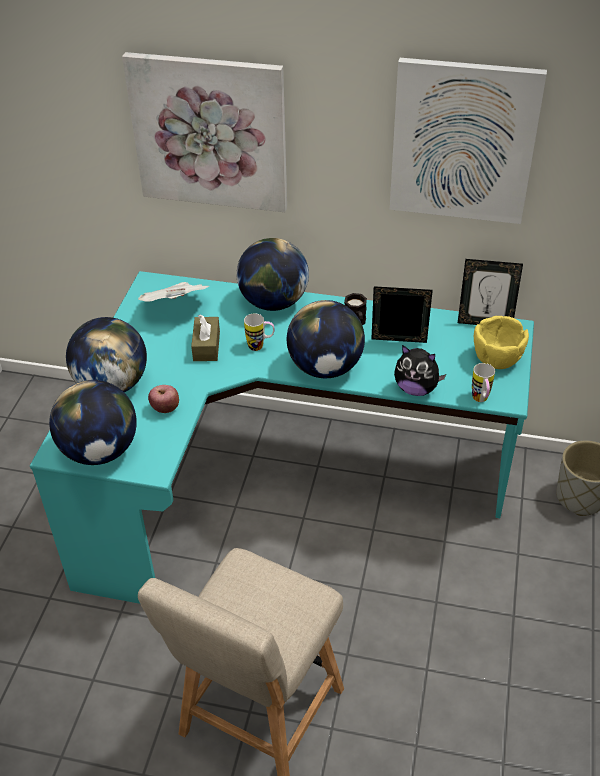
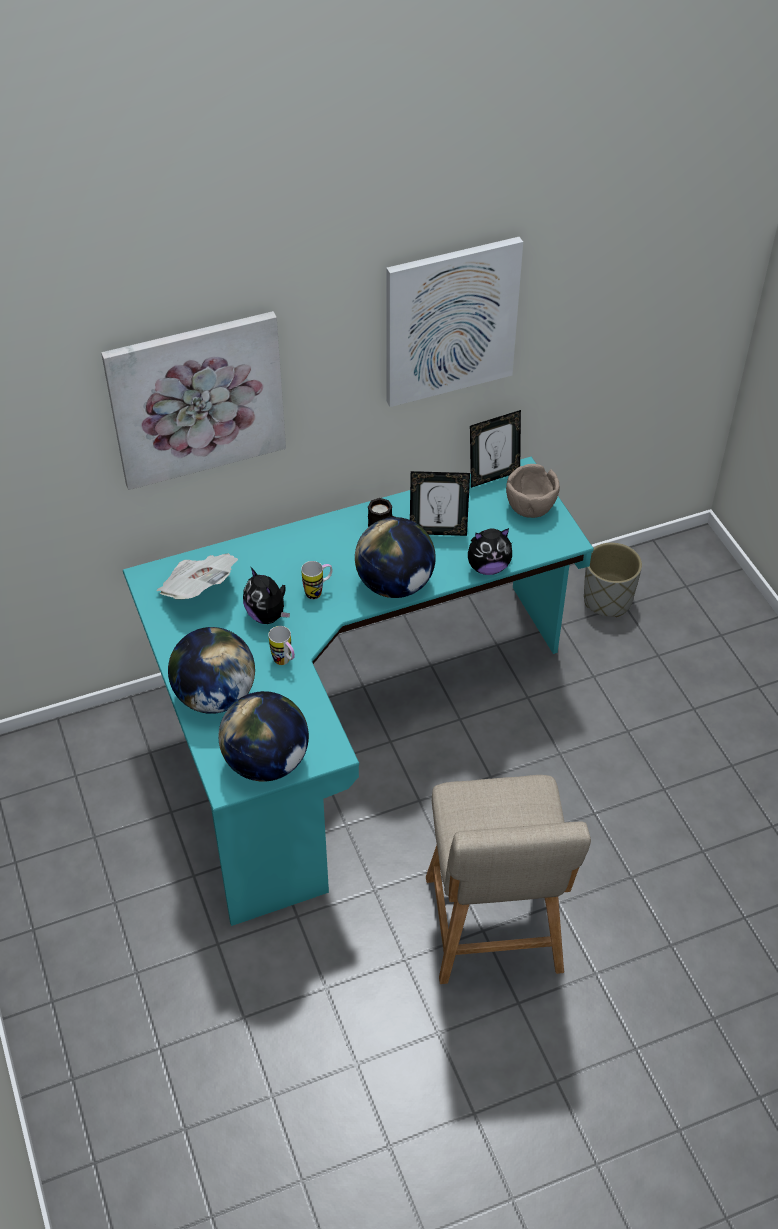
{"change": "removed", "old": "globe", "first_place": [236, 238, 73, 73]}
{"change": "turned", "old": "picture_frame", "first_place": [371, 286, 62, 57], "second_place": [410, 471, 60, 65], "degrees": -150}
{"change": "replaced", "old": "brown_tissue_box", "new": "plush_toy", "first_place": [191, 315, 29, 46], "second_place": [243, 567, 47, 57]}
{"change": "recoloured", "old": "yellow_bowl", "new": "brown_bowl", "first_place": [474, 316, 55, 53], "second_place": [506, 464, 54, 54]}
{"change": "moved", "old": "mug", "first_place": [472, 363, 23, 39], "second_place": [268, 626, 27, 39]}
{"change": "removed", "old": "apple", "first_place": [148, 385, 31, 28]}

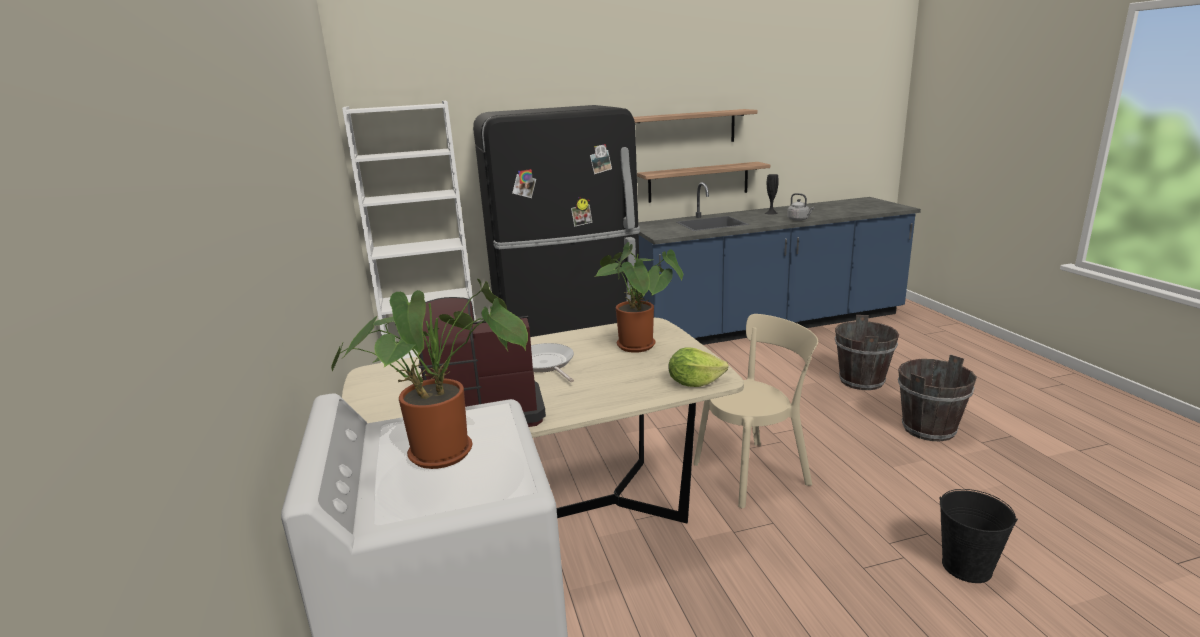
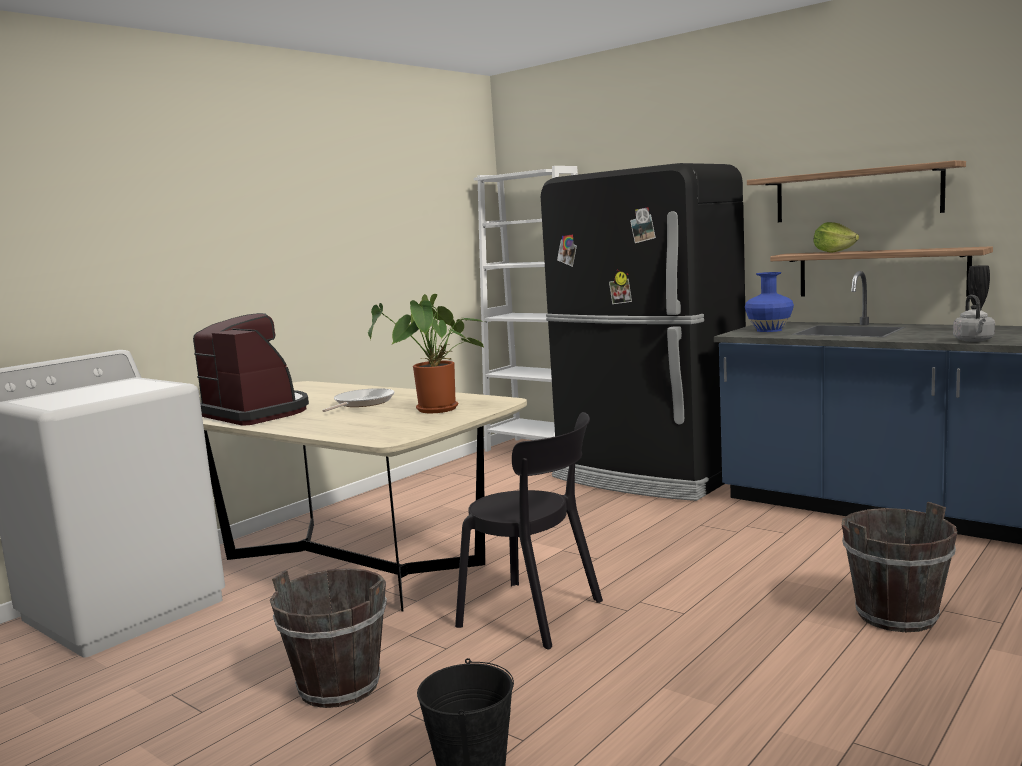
{"change": "removed", "old": "potted_plant", "first_place": [331, 279, 197, 190]}
{"change": "recoloured", "old": "beige_chair", "new": "black_chair", "first_place": [693, 314, 125, 194], "second_place": [455, 412, 148, 237]}
{"change": "moved", "old": "lettuce", "first_place": [668, 347, 61, 40], "second_place": [814, 222, 45, 31]}
{"change": "moved", "old": "brown_bucket", "first_place": [898, 355, 79, 87], "second_place": [270, 568, 117, 140]}
{"change": "added", "new": "blue_vase", "second_place": [745, 272, 49, 60]}

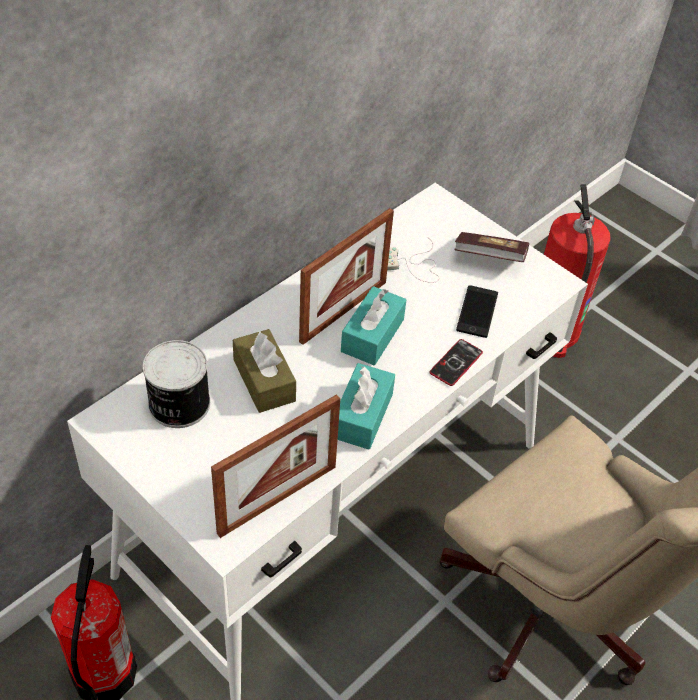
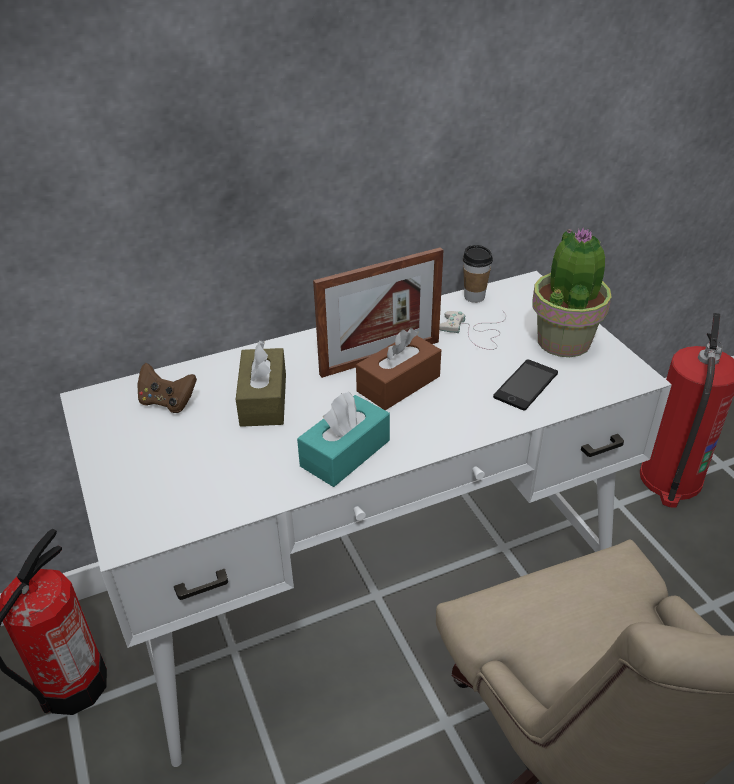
{"change": "replaced", "old": "book", "new": "potted_plant", "first_place": [455, 232, 74, 30], "second_place": [532, 228, 79, 129]}
{"change": "recoloured", "old": "turquoise_tissue_box", "new": "brown_tissue_box", "first_place": [341, 286, 65, 79], "second_place": [356, 328, 85, 82]}
{"change": "removed", "old": "phone", "first_place": [430, 339, 53, 47]}
{"change": "replaced", "old": "can", "new": "brown_game_controller", "first_place": [143, 340, 67, 88], "second_place": [137, 363, 60, 50]}
{"change": "removed", "old": "picture_frame", "first_place": [211, 394, 129, 144]}
{"change": "added", "new": "cup", "second_place": [463, 245, 30, 58]}

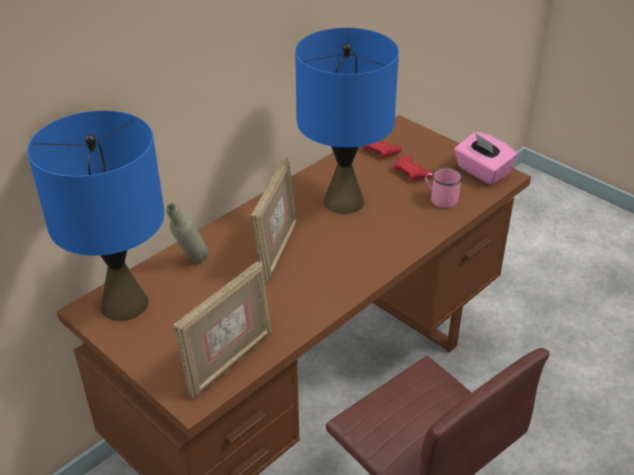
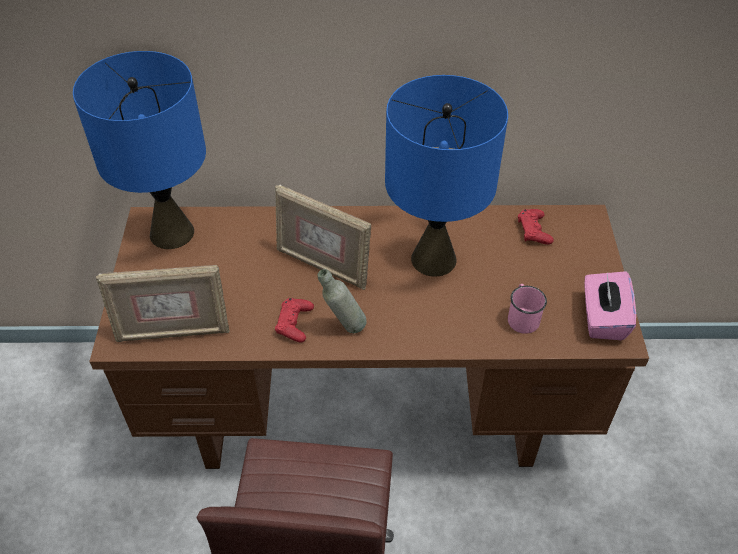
{"change": "moved", "old": "red_game_controller", "first_place": [394, 155, 39, 27], "second_place": [275, 298, 39, 44]}
{"change": "turned", "old": "picture_frame", "first_place": [251, 157, 46, 126], "second_place": [275, 185, 96, 105], "degrees": 60}
{"change": "moved", "old": "grey_bottle", "first_place": [166, 204, 42, 59], "second_place": [318, 269, 49, 64]}

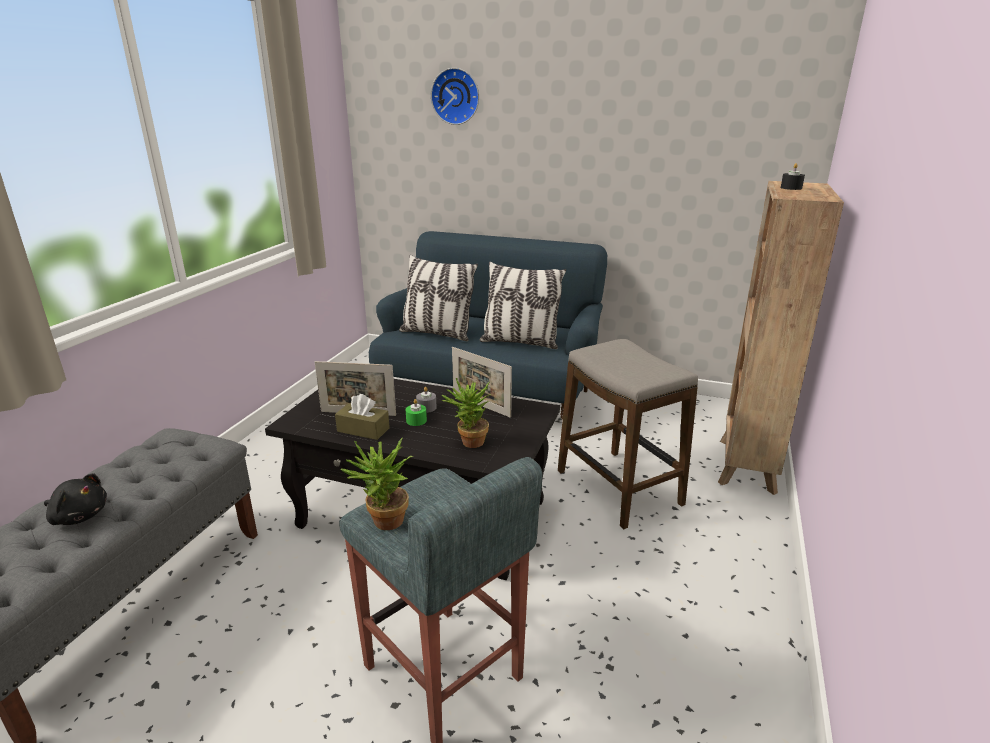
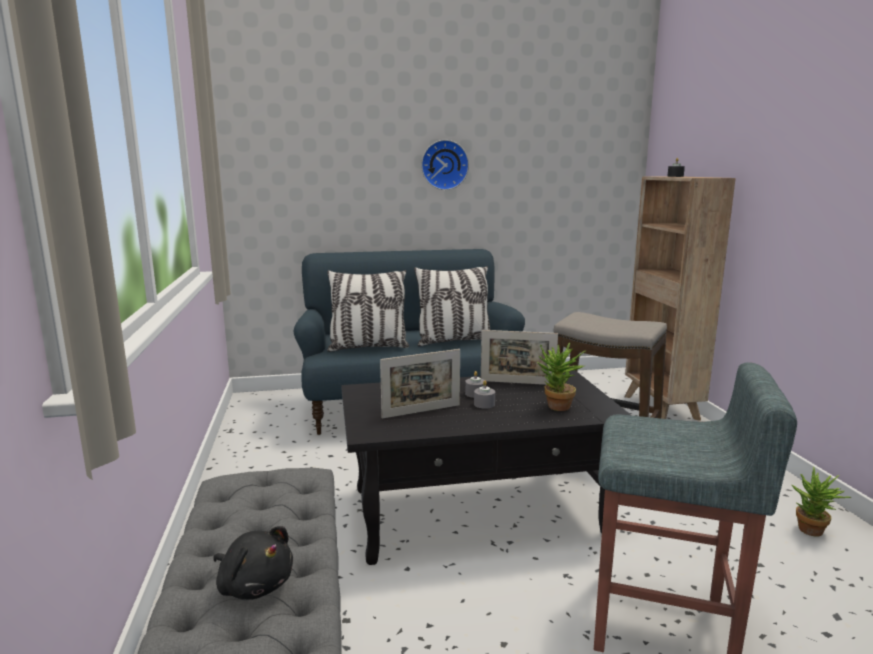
{"change": "moved", "old": "wall_clock", "first_place": [431, 68, 48, 57], "second_place": [421, 140, 48, 50]}
{"change": "removed", "old": "brown_tissue_box", "first_place": [335, 394, 55, 46]}
{"change": "recoloured", "old": "green_candle", "new": "grey_candle", "first_place": [406, 399, 21, 27], "second_place": [474, 381, 21, 28]}
{"change": "moved", "old": "potted_plant", "first_place": [340, 437, 73, 93], "second_place": [792, 467, 60, 70]}
{"change": "turned", "old": "black_plush_toy", "first_place": [44, 473, 63, 52], "second_place": [213, 526, 80, 73], "degrees": 45}

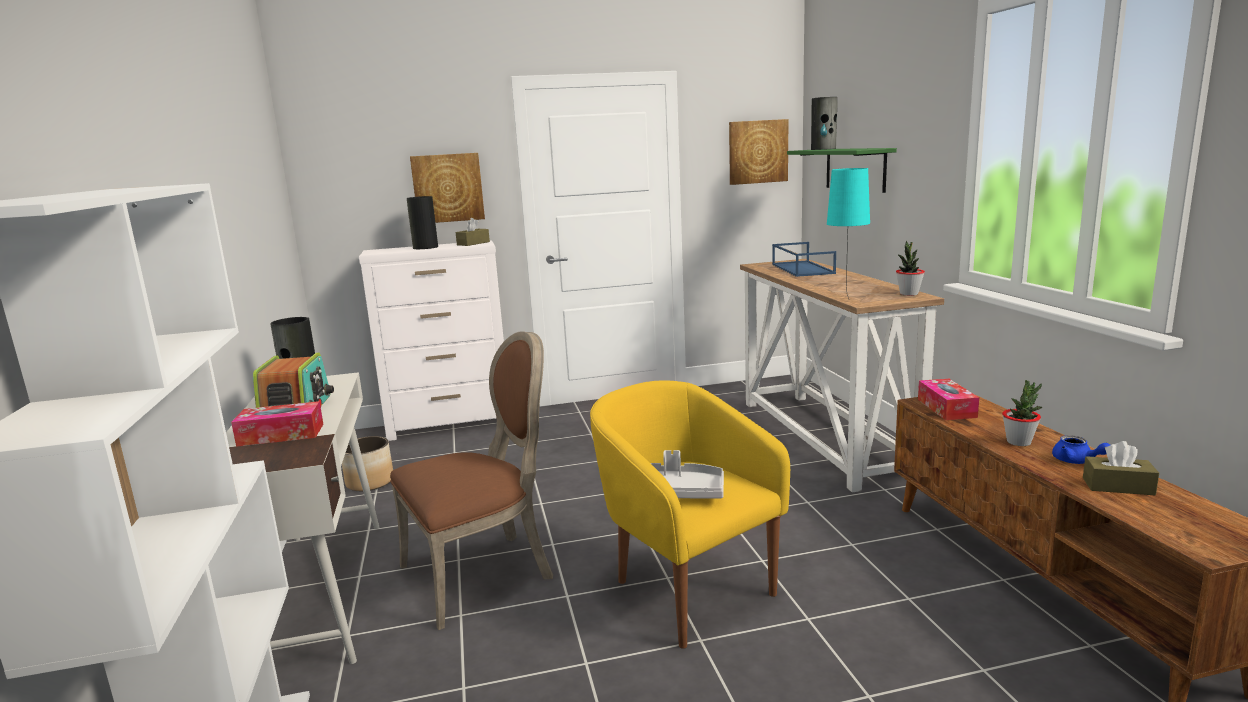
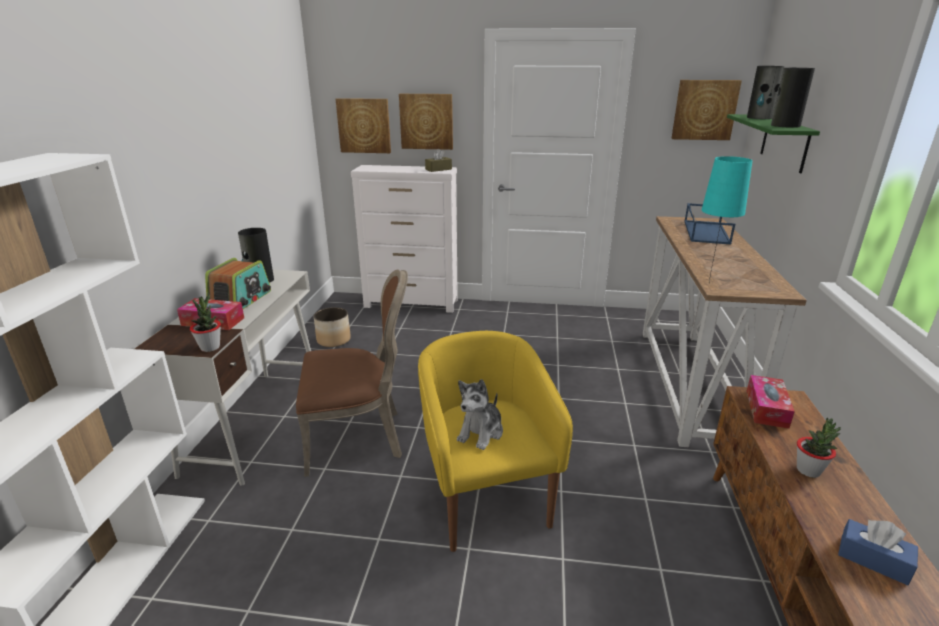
{"change": "moved", "old": "vase", "first_place": [407, 196, 31, 53], "second_place": [771, 68, 44, 60]}
{"change": "moved", "old": "potted_plant", "first_place": [896, 241, 29, 55], "second_place": [190, 293, 31, 59]}
{"change": "removed", "old": "blue_teapot", "first_place": [1052, 435, 58, 29]}
{"change": "recoloured", "old": "brown_tissue_box", "new": "blue_tissue_box", "first_place": [1083, 441, 76, 54], "second_place": [838, 519, 80, 66]}
{"change": "replaced", "old": "grey_tray", "new": "plush_toy", "first_place": [651, 450, 73, 48], "second_place": [457, 379, 46, 71]}
{"change": "added", "new": "picture", "second_place": [336, 98, 55, 55]}

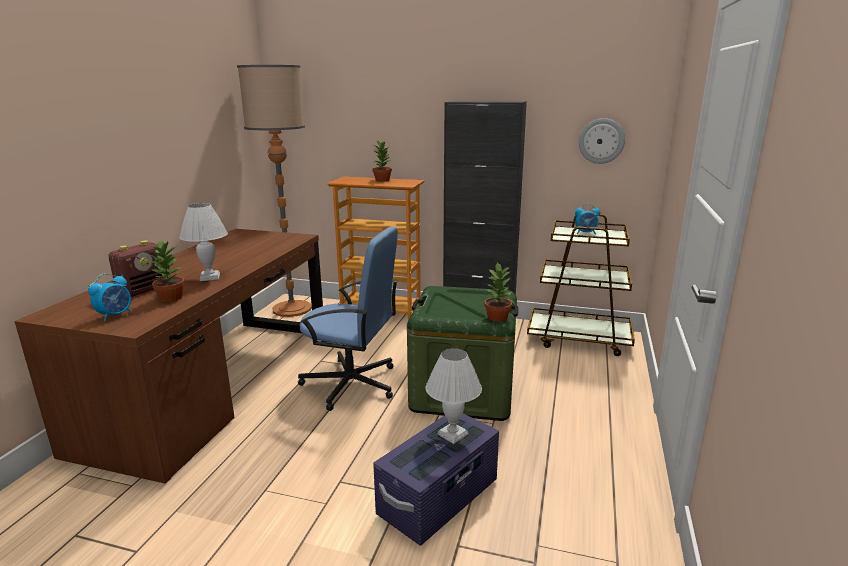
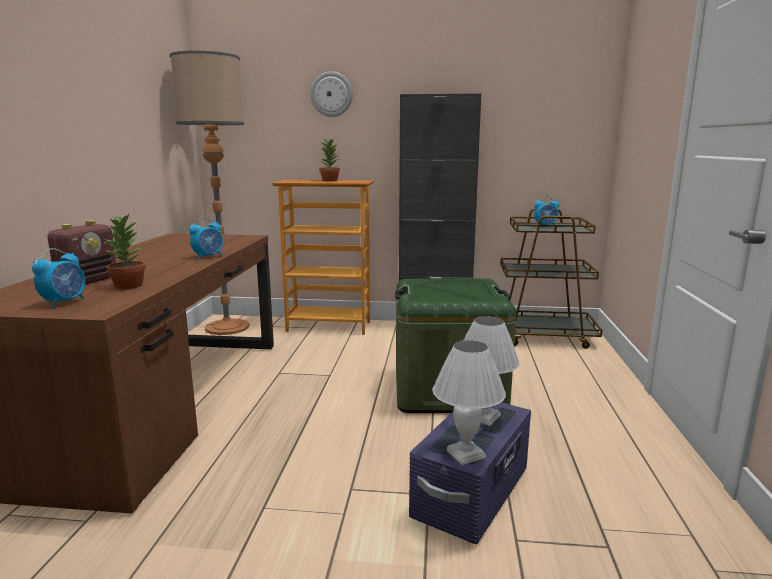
{"change": "moved", "old": "wall_clock", "first_place": [579, 118, 46, 46], "second_place": [310, 71, 43, 46]}
{"change": "moved", "old": "white_table_lamp", "first_place": [179, 203, 49, 78], "second_place": [432, 340, 74, 125]}
{"change": "removed", "old": "blue_office_chair", "first_place": [298, 226, 100, 185]}
{"change": "removed", "old": "potted_plant", "first_place": [484, 262, 28, 60]}
{"change": "added", "new": "alarm_clock", "second_place": [189, 218, 34, 42]}

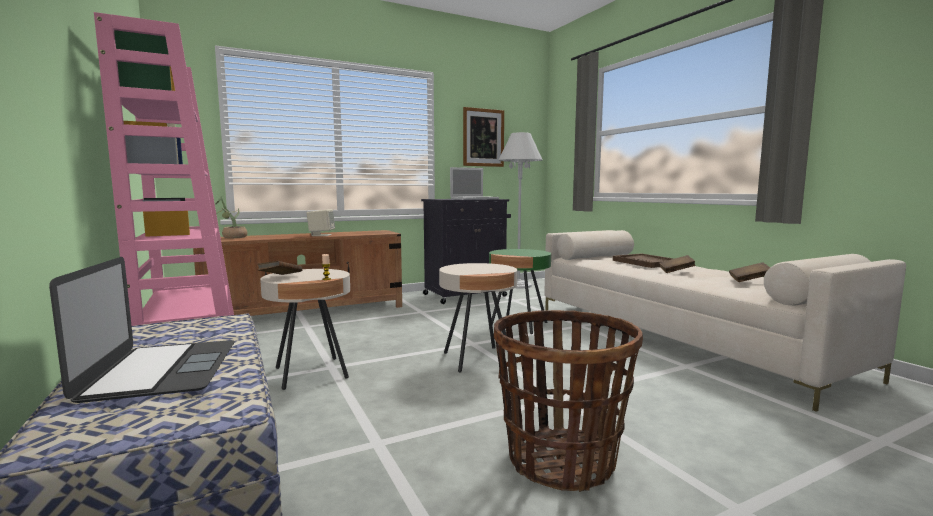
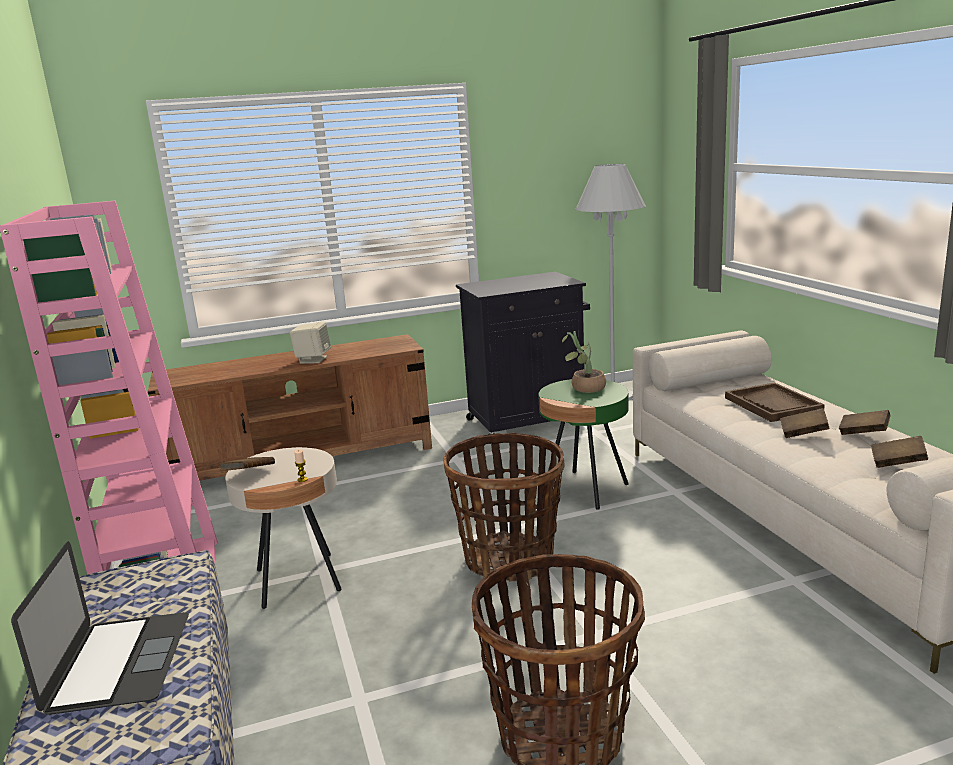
{"change": "removed", "old": "picture", "first_place": [463, 107, 41, 60]}
{"change": "removed", "old": "laptop", "first_place": [450, 167, 49, 32]}
{"change": "moved", "old": "potted_plant", "first_place": [215, 197, 32, 41], "second_place": [562, 331, 44, 62]}
{"change": "replaced", "old": "beige_side_table", "new": "basket", "first_place": [439, 263, 78, 109], "second_place": [443, 433, 122, 149]}
{"change": "added", "new": "brown_book", "second_place": [839, 410, 52, 25]}

